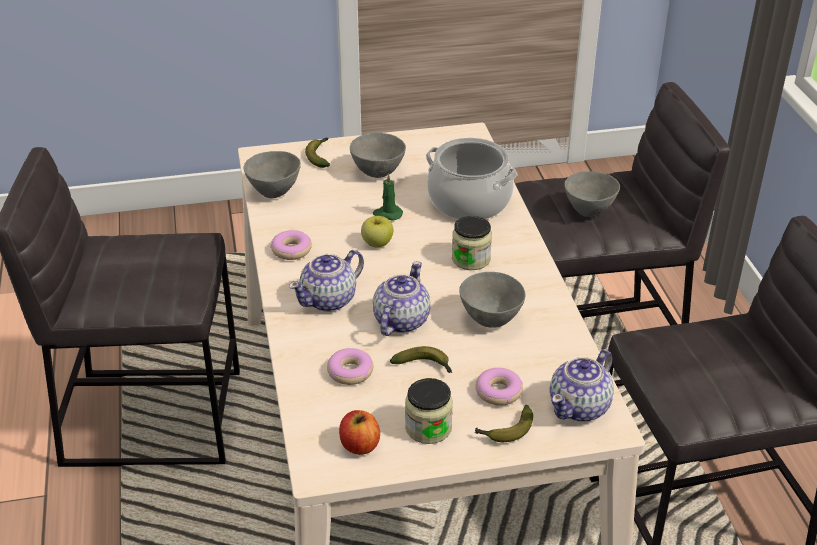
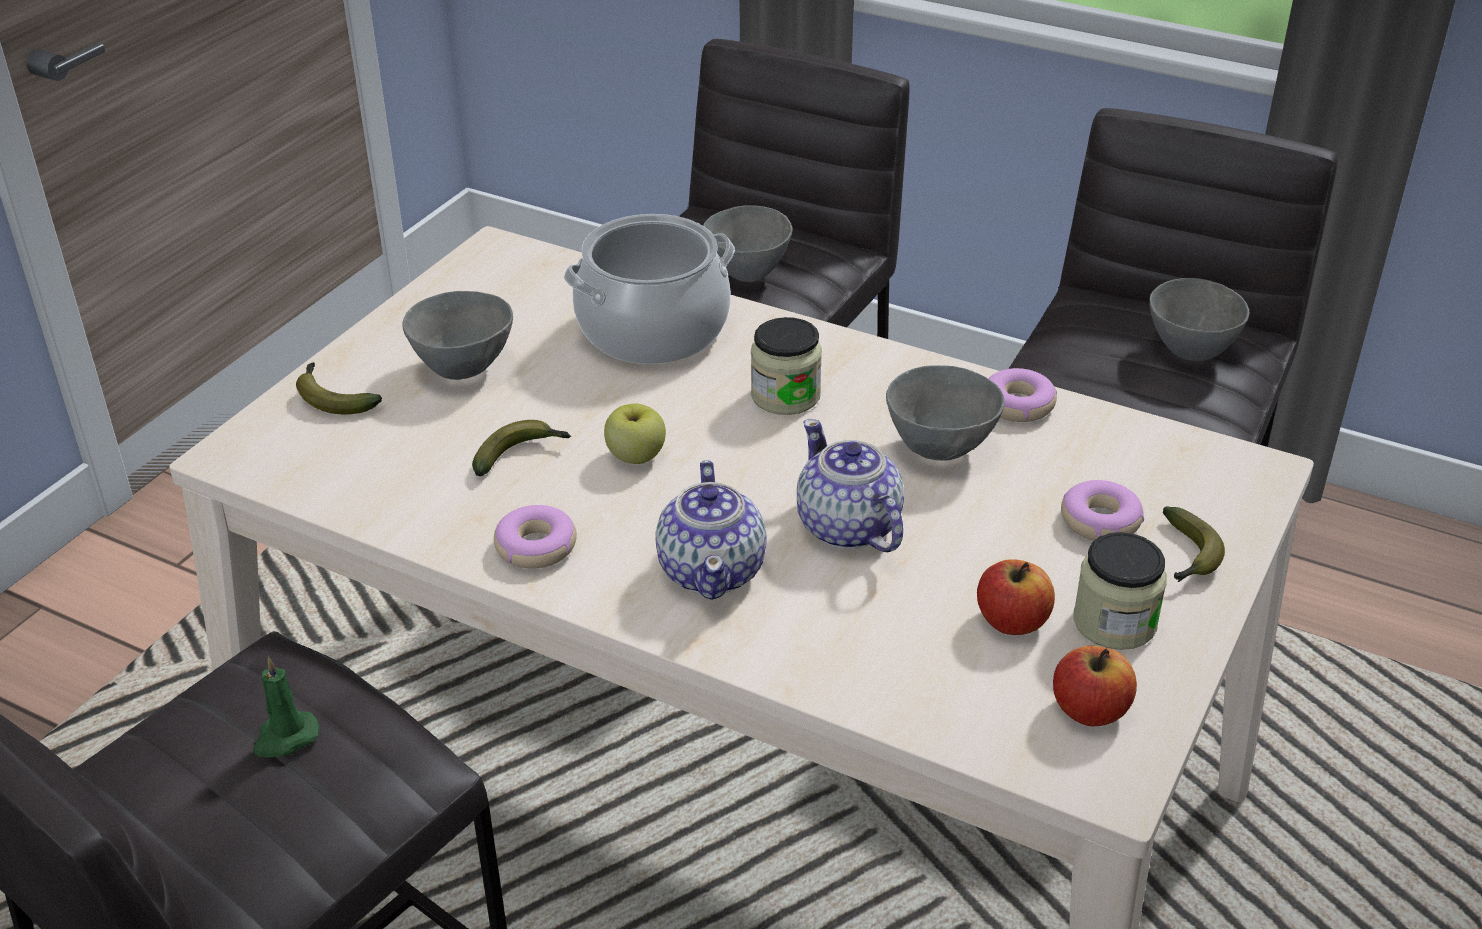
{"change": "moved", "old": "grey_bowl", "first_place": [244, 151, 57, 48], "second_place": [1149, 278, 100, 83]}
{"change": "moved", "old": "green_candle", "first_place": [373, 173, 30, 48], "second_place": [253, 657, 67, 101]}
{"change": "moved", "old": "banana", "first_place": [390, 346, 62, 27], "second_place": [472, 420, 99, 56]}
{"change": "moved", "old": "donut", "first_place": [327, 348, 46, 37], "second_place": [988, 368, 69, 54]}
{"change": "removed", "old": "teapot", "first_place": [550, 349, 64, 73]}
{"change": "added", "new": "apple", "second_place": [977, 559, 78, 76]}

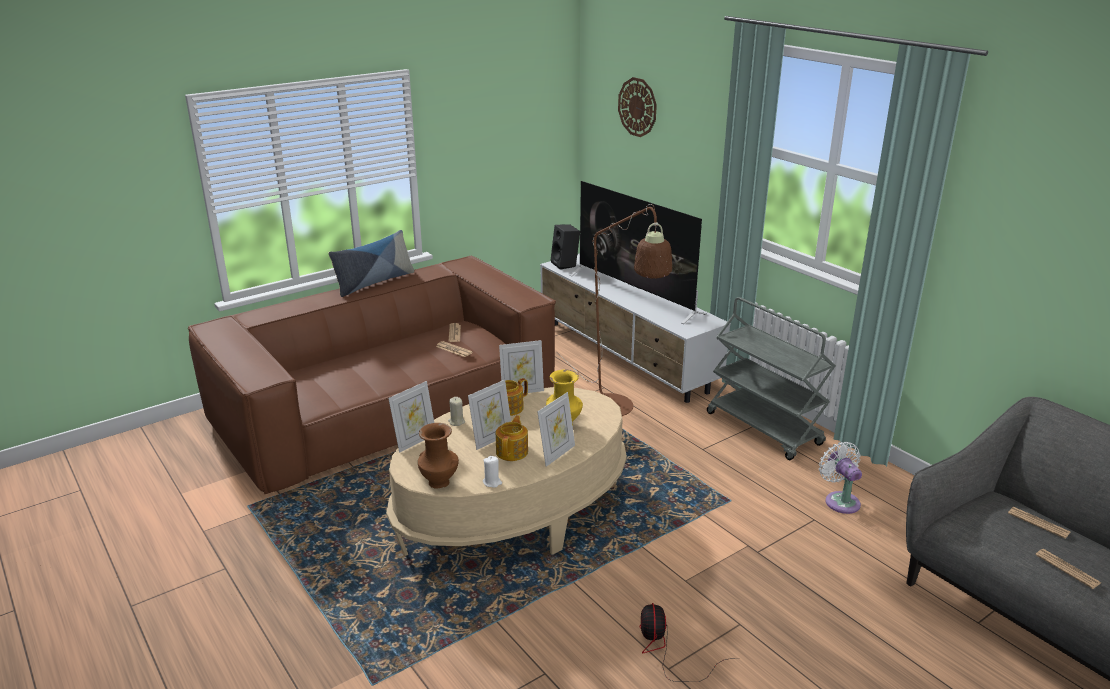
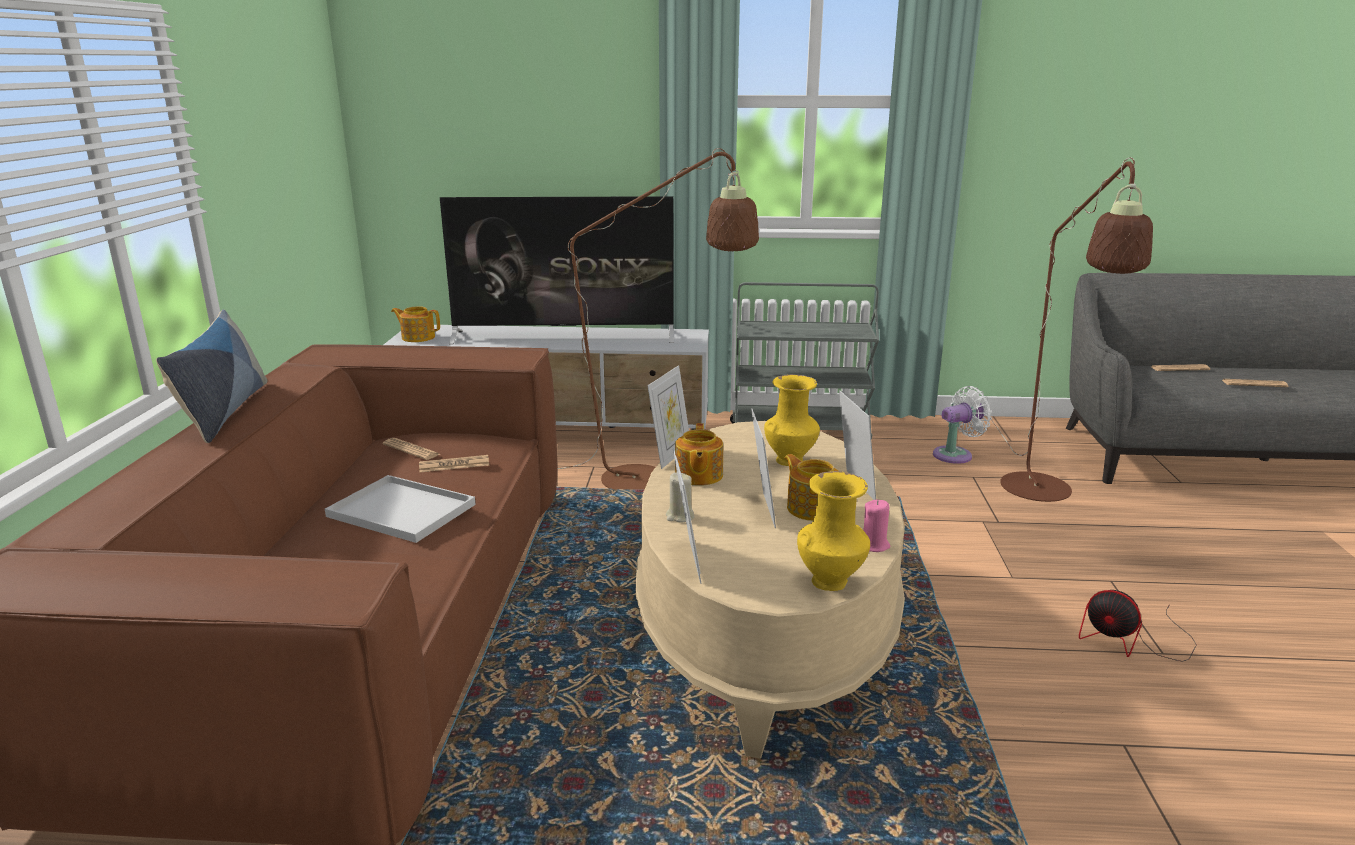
{"change": "removed", "old": "wall_clock", "first_place": [618, 77, 39, 60]}
{"change": "replaced", "old": "black_speaker", "new": "teapot", "first_place": [551, 224, 29, 46], "second_place": [391, 306, 49, 36]}
{"change": "recoloured", "old": "brown_vase", "new": "yellow_vase", "first_place": [418, 423, 41, 66], "second_place": [797, 471, 73, 120]}
{"change": "turned", "old": "white_fan", "first_place": [819, 442, 43, 72], "second_place": [933, 386, 59, 78], "degrees": 135}
{"change": "recoloured", "old": "white_candle", "new": "pink_candle", "first_place": [483, 456, 19, 32], "second_place": [863, 500, 27, 52]}
{"change": "added", "new": "brown_floor_lamp", "second_place": [990, 158, 163, 344]}
{"change": "added", "new": "white_tray", "second_place": [325, 475, 151, 68]}

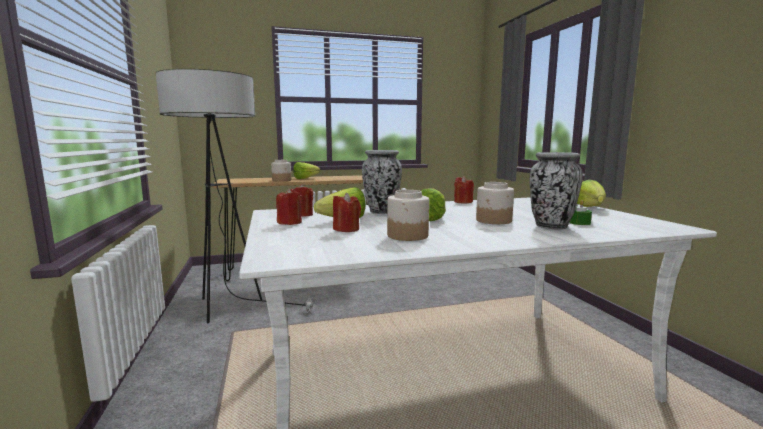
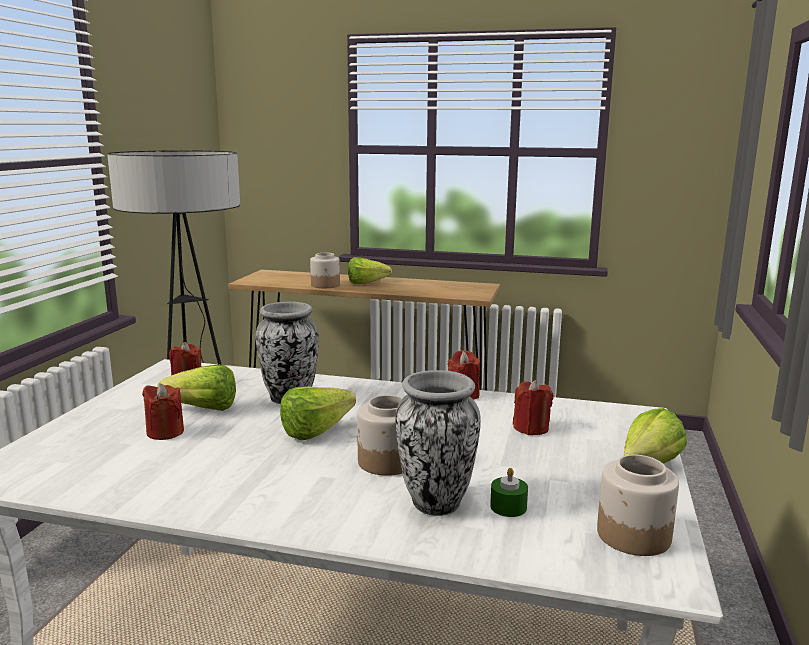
{"change": "moved", "old": "red_candle", "first_place": [276, 188, 26, 37], "second_place": [513, 380, 40, 55]}
{"change": "moved", "old": "jar", "first_place": [387, 190, 42, 51], "second_place": [597, 454, 82, 102]}

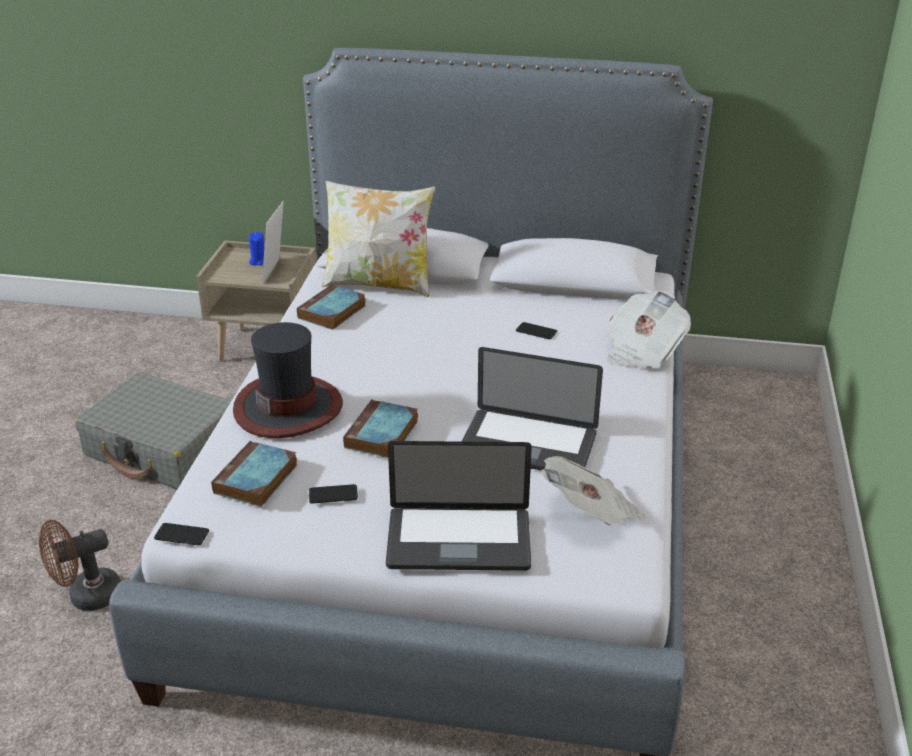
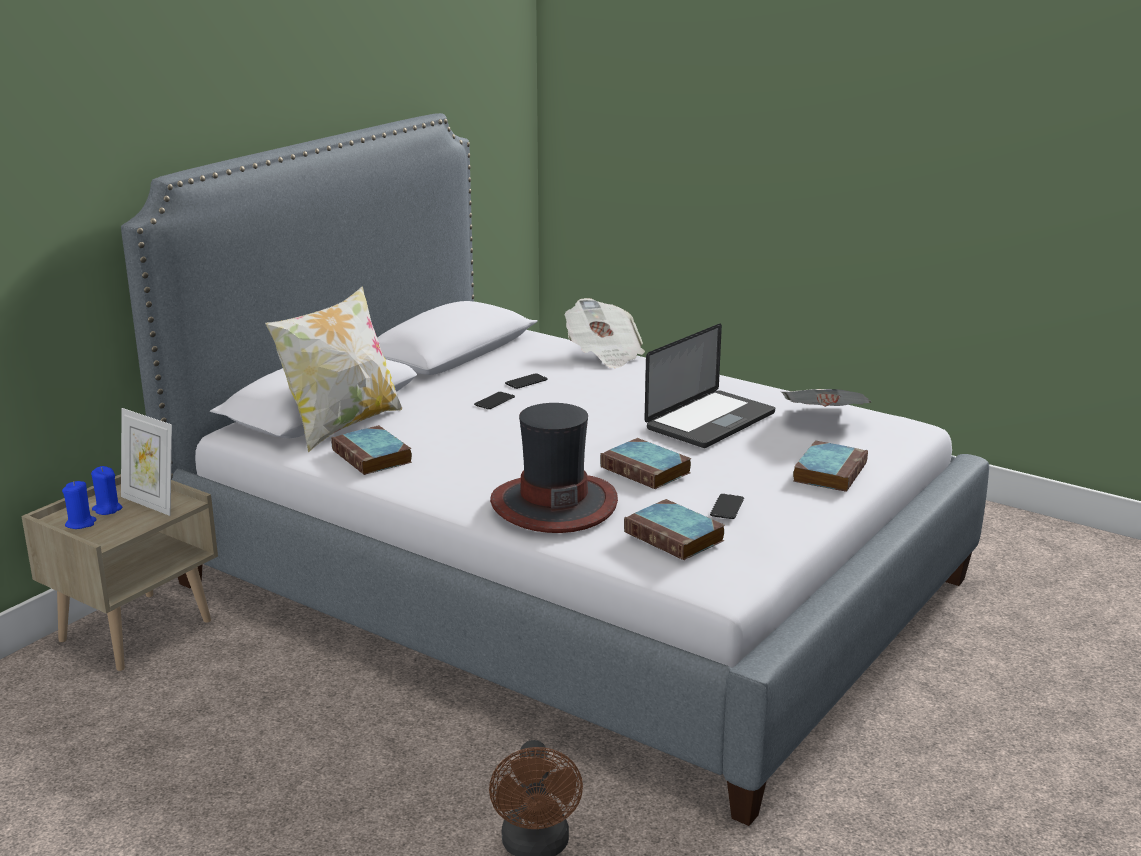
{"change": "removed", "old": "grey_suitcase", "first_place": [75, 372, 157, 117]}
{"change": "replaced", "old": "laptop", "new": "book", "first_place": [386, 441, 146, 130], "second_place": [793, 440, 75, 52]}
{"change": "moved", "old": "phone", "first_place": [154, 523, 55, 23], "second_place": [474, 392, 41, 17]}
{"change": "added", "new": "blue_candle", "second_place": [62, 481, 35, 48]}

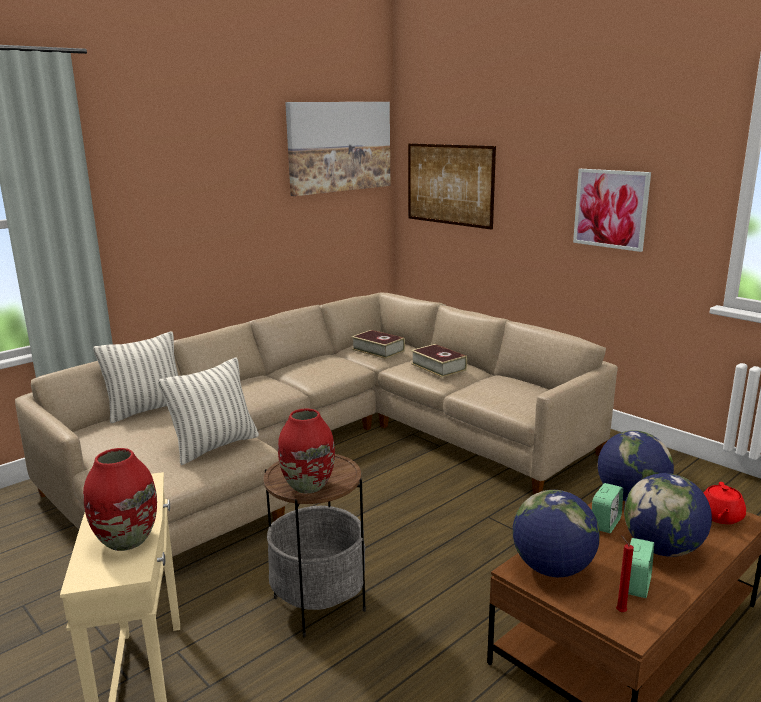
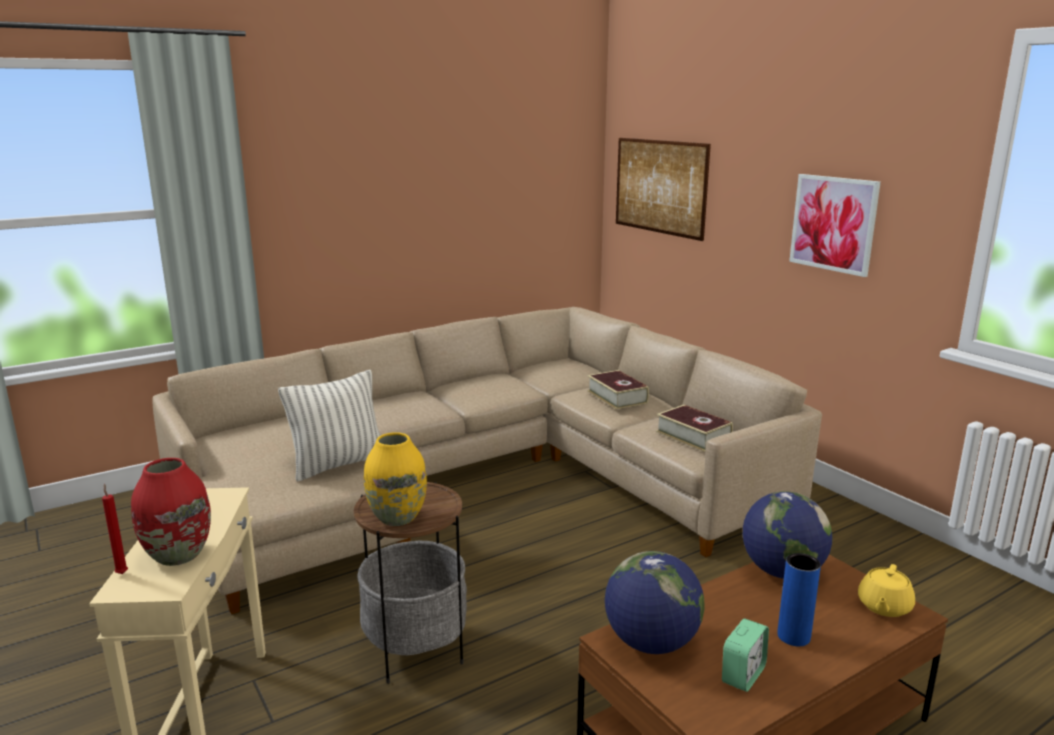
{"change": "removed", "old": "picture", "first_place": [285, 102, 105, 94]}
{"change": "moved", "old": "book", "first_place": [351, 330, 54, 29], "second_place": [656, 405, 77, 47]}
{"change": "removed", "old": "pillow", "first_place": [93, 331, 85, 92]}
{"change": "recoloured", "old": "red_vase", "new": "yellow_vase", "first_place": [278, 409, 57, 85], "second_place": [364, 432, 63, 94]}
{"change": "replaced", "old": "globe", "new": "blue_vase", "first_place": [624, 473, 88, 84], "second_place": [777, 553, 44, 93]}
{"change": "recoloured", "old": "red_teapot", "new": "yellow_teapot", "first_place": [704, 482, 42, 42], "second_place": [858, 564, 57, 53]}
{"change": "removed", "old": "alarm_clock", "first_place": [592, 483, 31, 50]}
{"change": "moved", "old": "red_candle", "first_place": [616, 535, 18, 77], "second_place": [102, 484, 26, 90]}

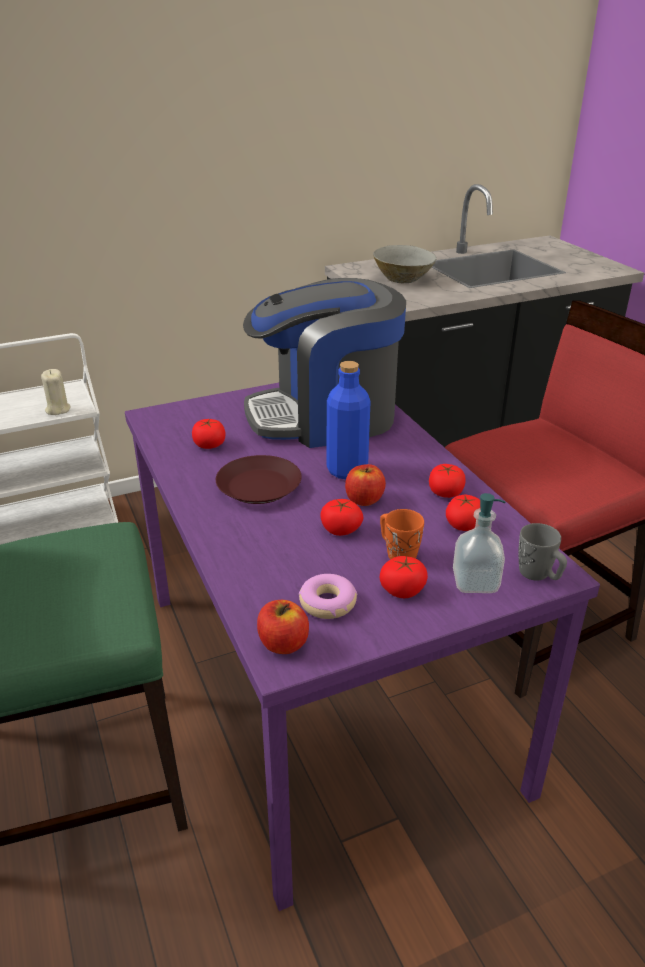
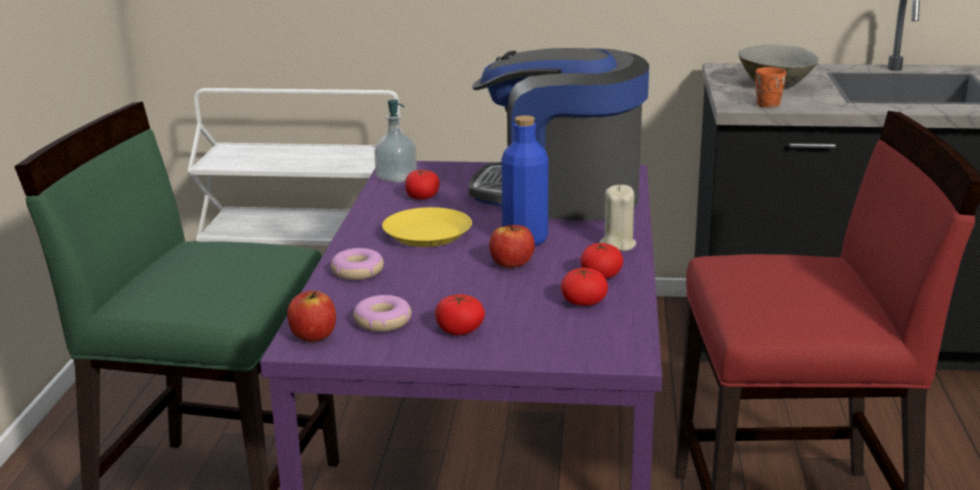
{"change": "moved", "old": "beige_candle", "first_place": [41, 369, 30, 46], "second_place": [599, 185, 37, 66]}
{"change": "recoloured", "old": "brown_plate", "new": "yellow_plate", "first_place": [216, 455, 86, 49], "second_place": [382, 207, 90, 40]}
{"change": "moved", "old": "soap_dispenser", "first_place": [453, 493, 52, 100], "second_place": [374, 99, 43, 84]}
{"change": "removed", "old": "tomato", "first_place": [321, 499, 43, 37]}
{"change": "moved", "old": "orange_mug", "first_place": [380, 509, 44, 51], "second_place": [756, 67, 30, 41]}
{"change": "removed", "old": "grey_mug", "first_place": [518, 523, 49, 58]}
{"change": "added", "new": "donut", "second_place": [331, 248, 53, 32]}

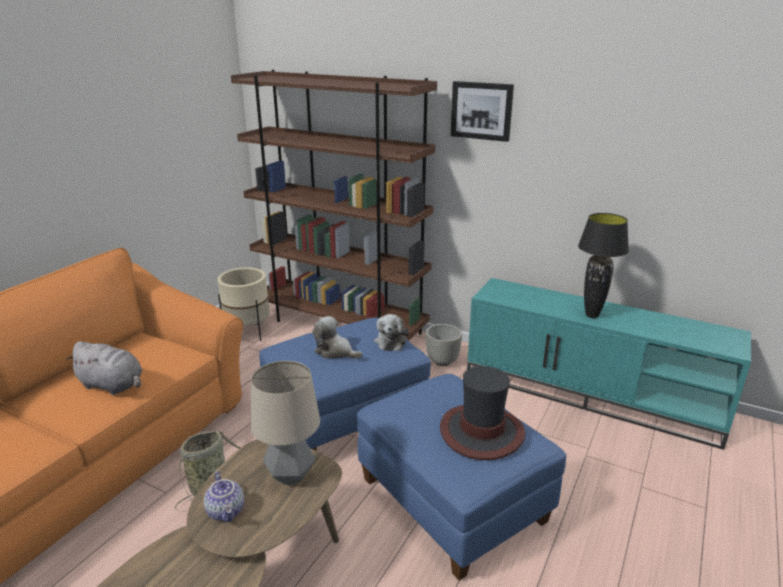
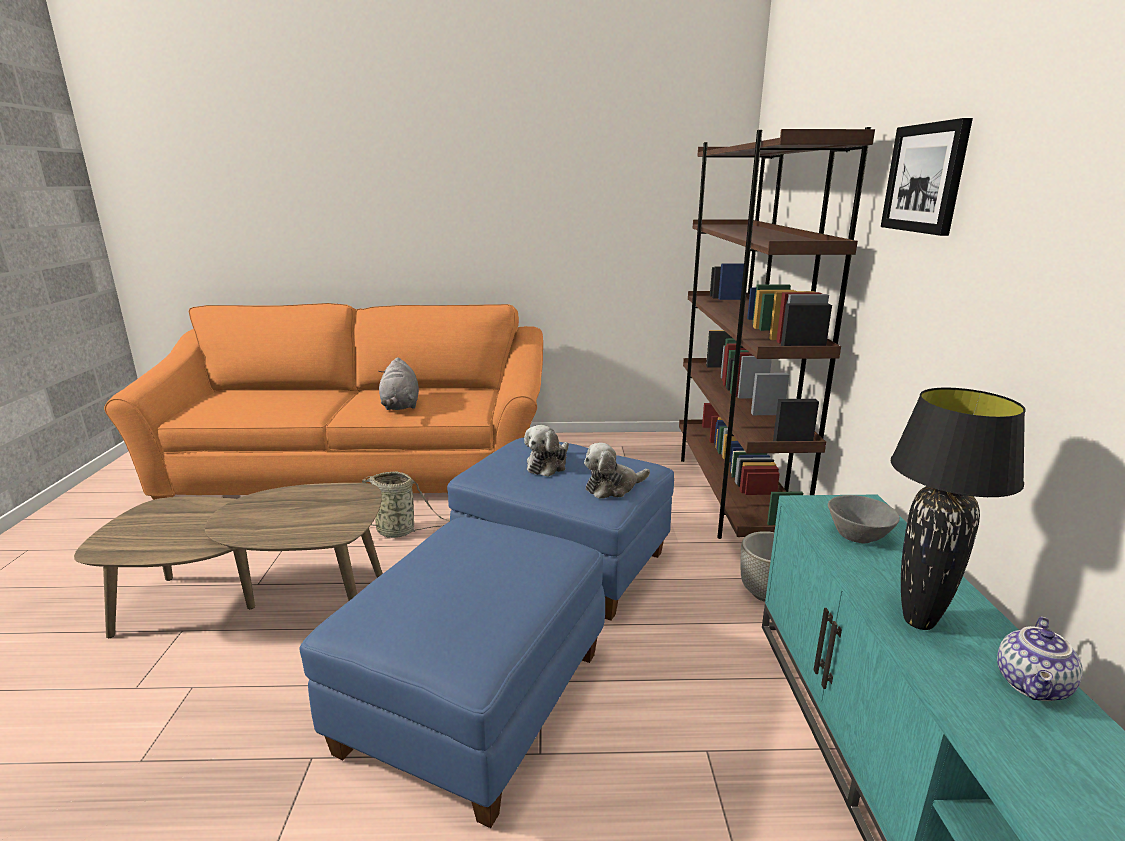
{"change": "removed", "old": "beige_planter", "first_place": [218, 267, 52, 74]}
{"change": "turned", "old": "plush_toy", "first_place": [312, 316, 50, 43], "second_place": [524, 425, 45, 52], "degrees": -150}
{"change": "removed", "old": "table_lamp", "first_place": [251, 361, 69, 125]}
{"change": "removed", "old": "hat", "first_place": [440, 366, 85, 94]}
{"change": "moved", "old": "teapot", "first_place": [204, 471, 40, 51], "second_place": [997, 616, 86, 85]}
{"change": "added", "new": "grey_bowl", "second_place": [828, 495, 72, 48]}

